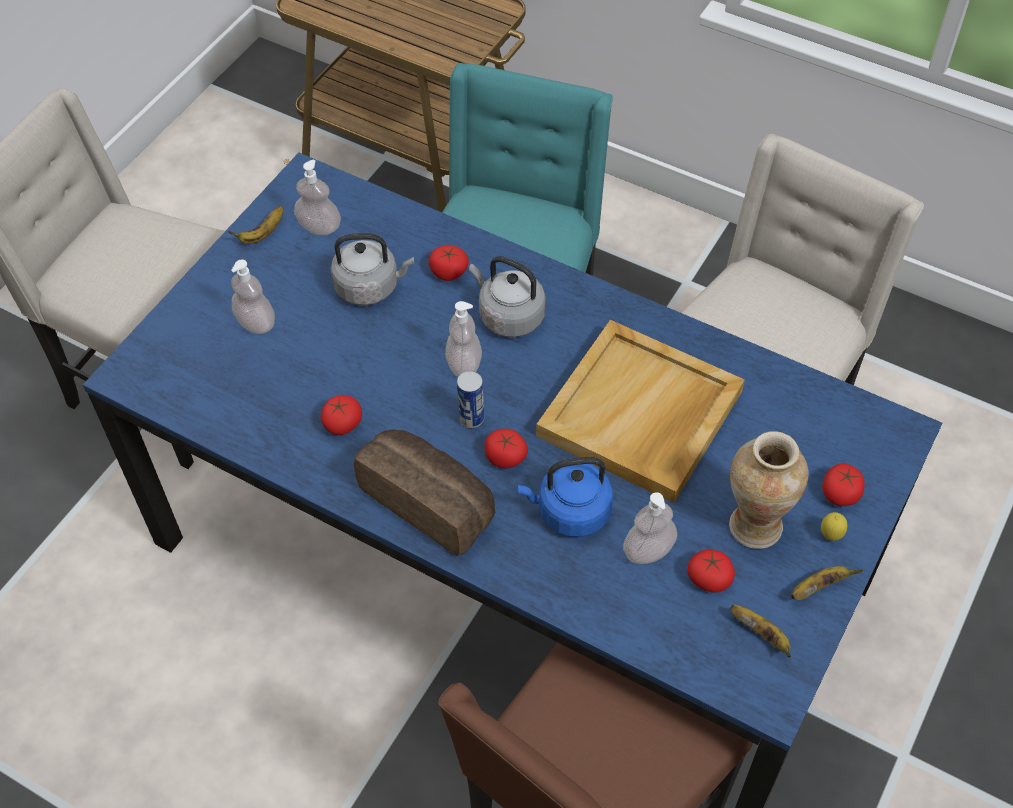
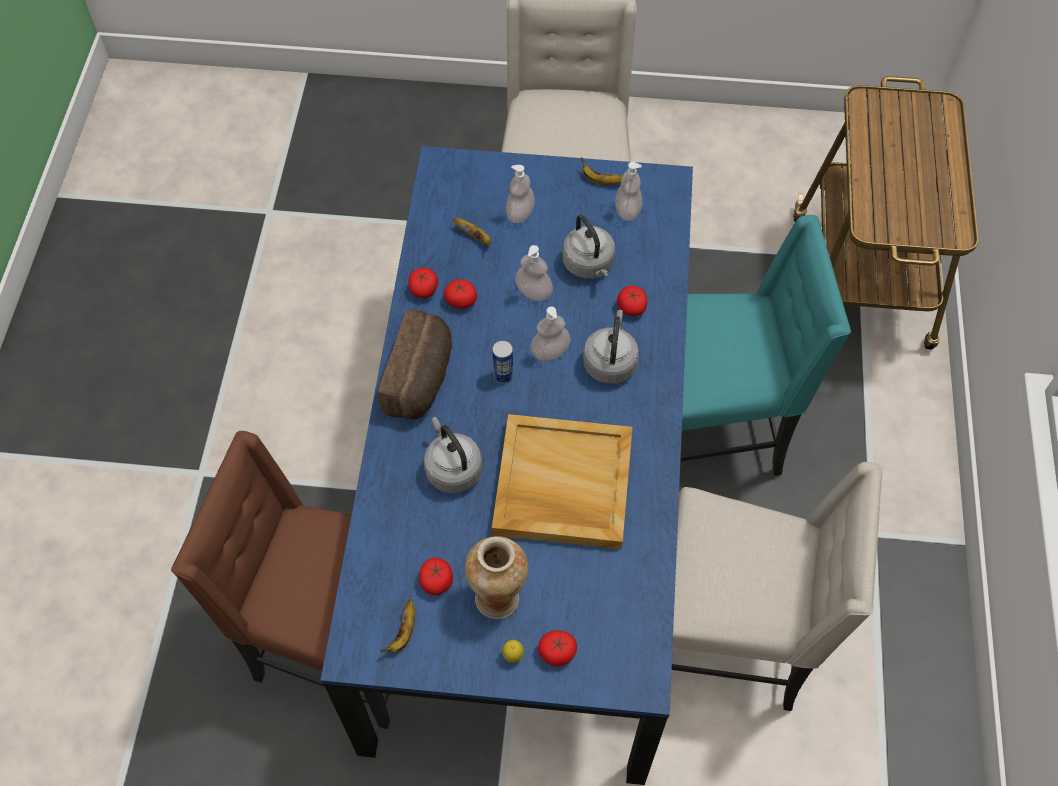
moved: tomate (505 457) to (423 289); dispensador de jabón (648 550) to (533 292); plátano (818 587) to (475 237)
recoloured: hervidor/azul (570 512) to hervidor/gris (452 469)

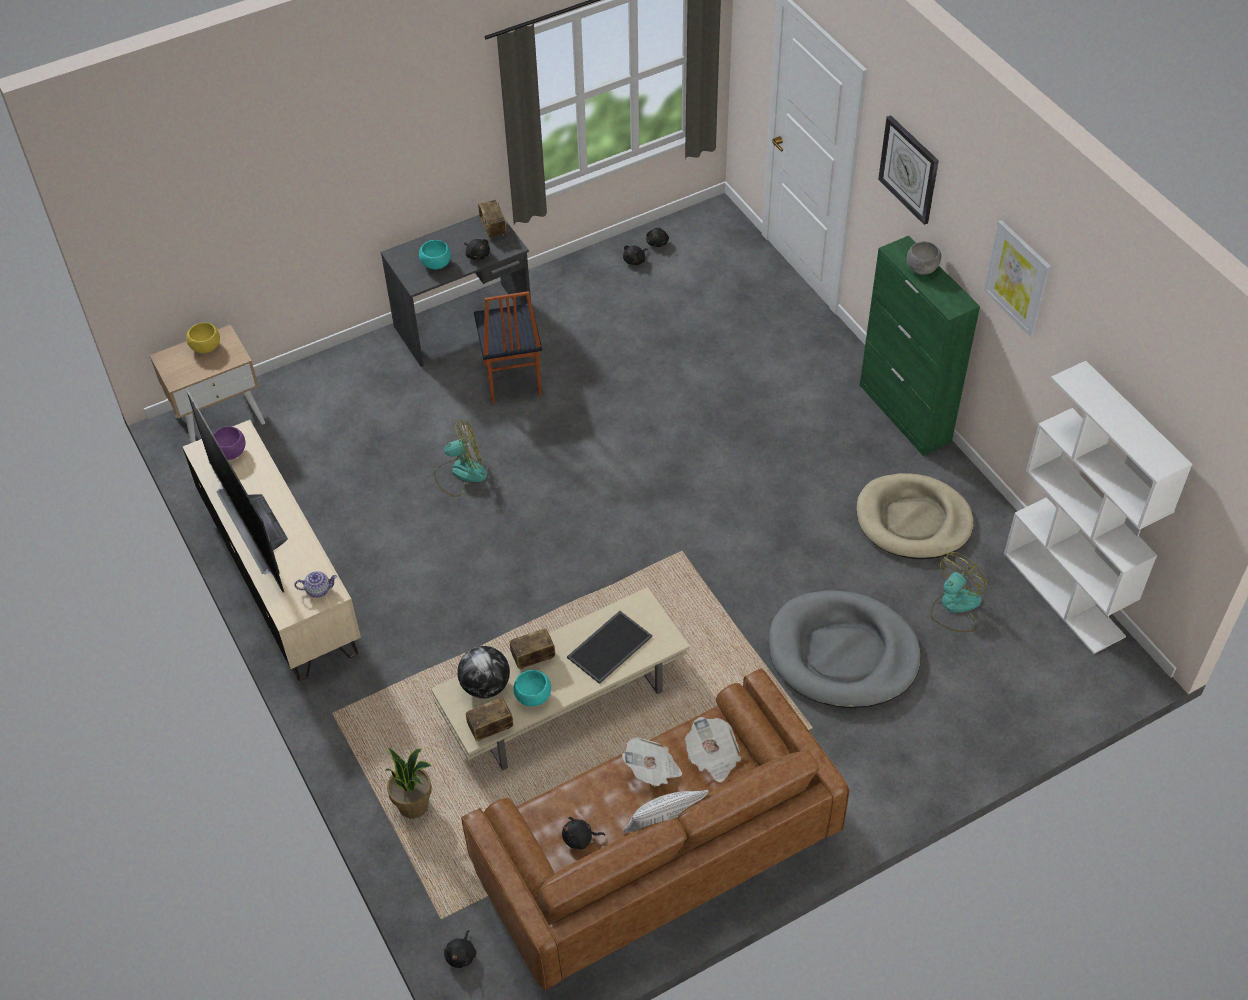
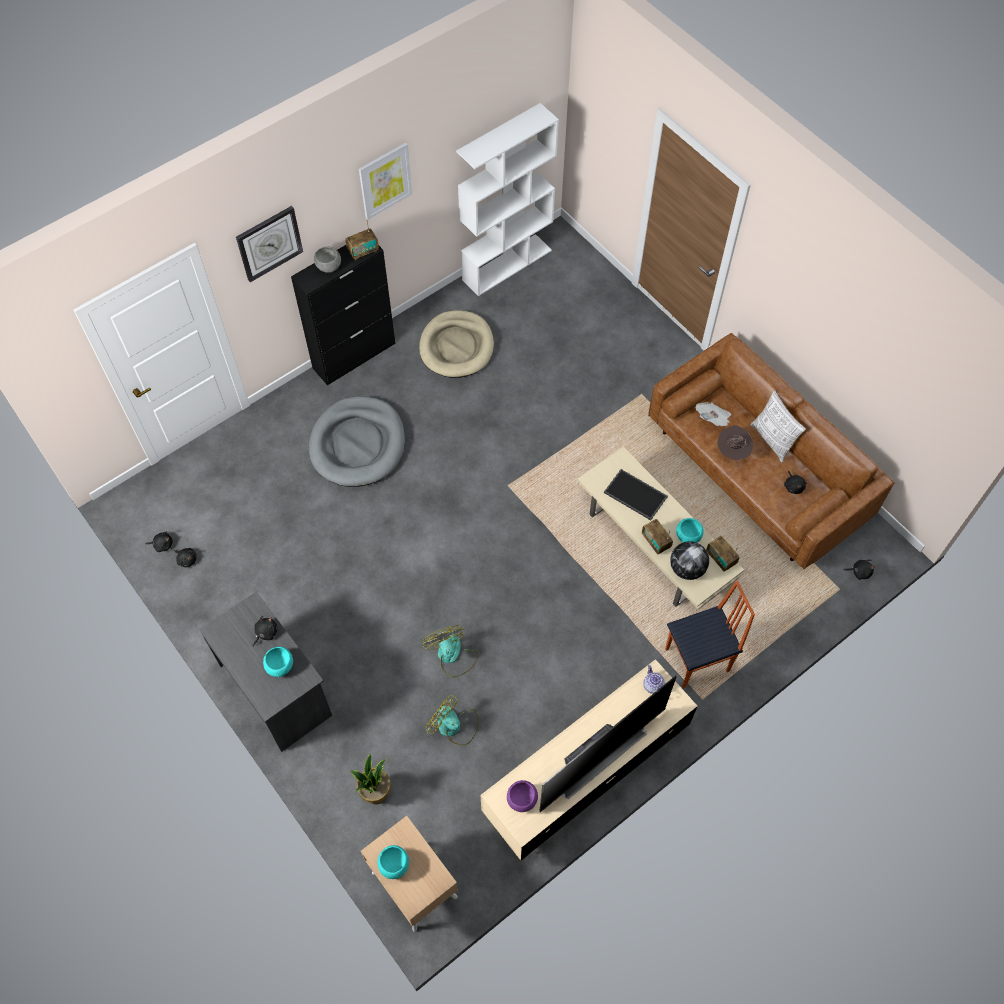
moved: planta en maceta (414 805) to (375 792); silla (511 380) to (698 661); radio (493 229) to (363 251); cama para perro/gris (843 653) to (358 444); ventilador (954 606) to (454 726)
replaced: periódico (652 770) to sombrero/marrón (732 451)
recoloured: cuenco/amarillo (206 347) to cuenco/turquesa (394 865); armario/verde (905 414) to armario/negro (354 355)

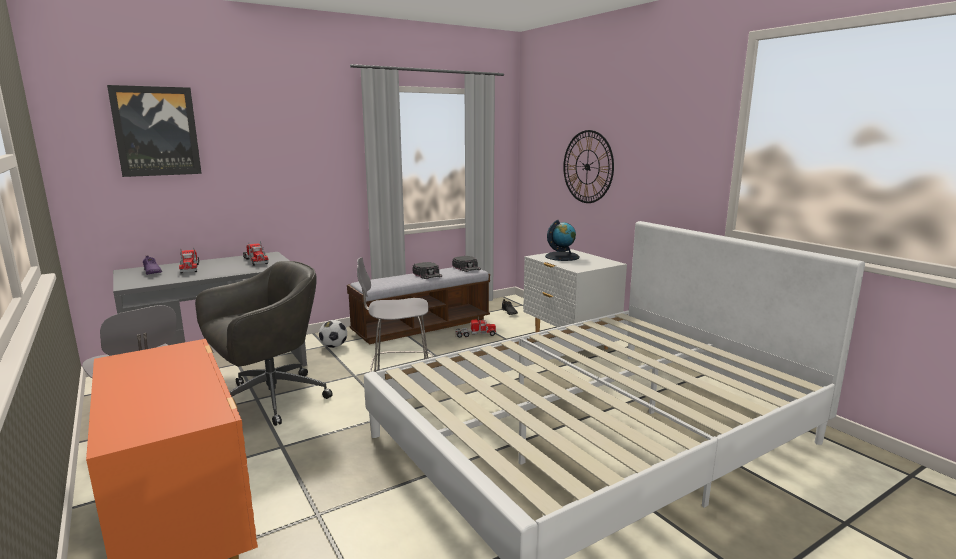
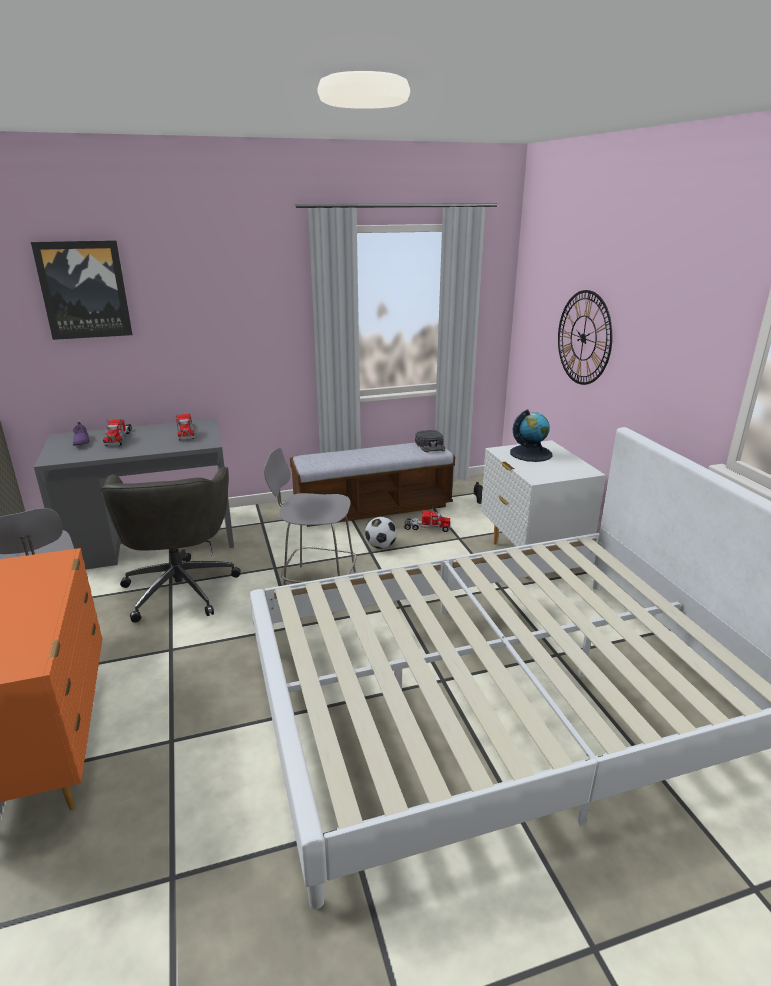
removed: gorra/negro (427 274)
moved: balón de fútbol (334 346) to (381 546)
turned: silla de oficina/gris (268 400) = (181 587) 105 degrees clockwise

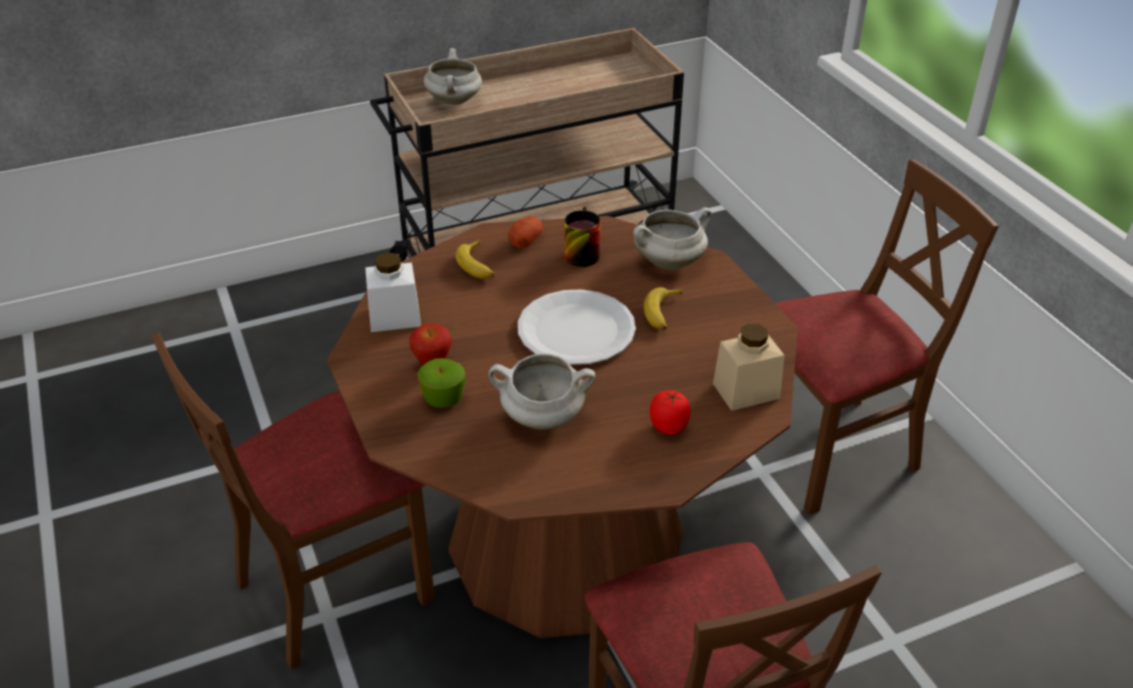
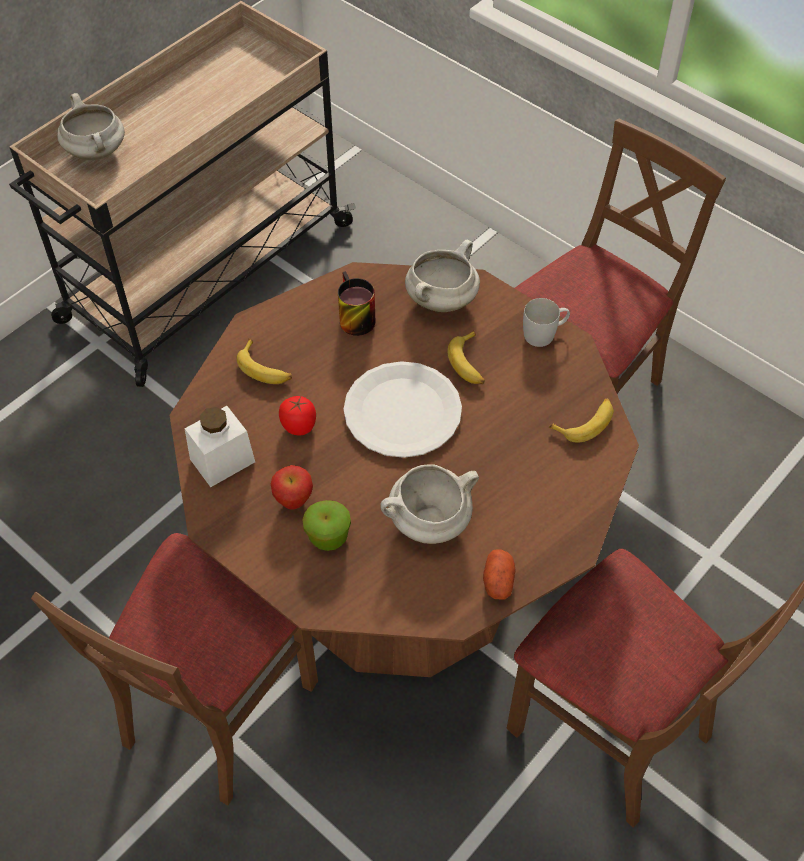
added: taza grande/blanco (545 333)
moved: patata (525 241) to (498 580); tomate (668 427) to (299 426)
replaced: tarro/beis (746 391) to plátano (585 423)

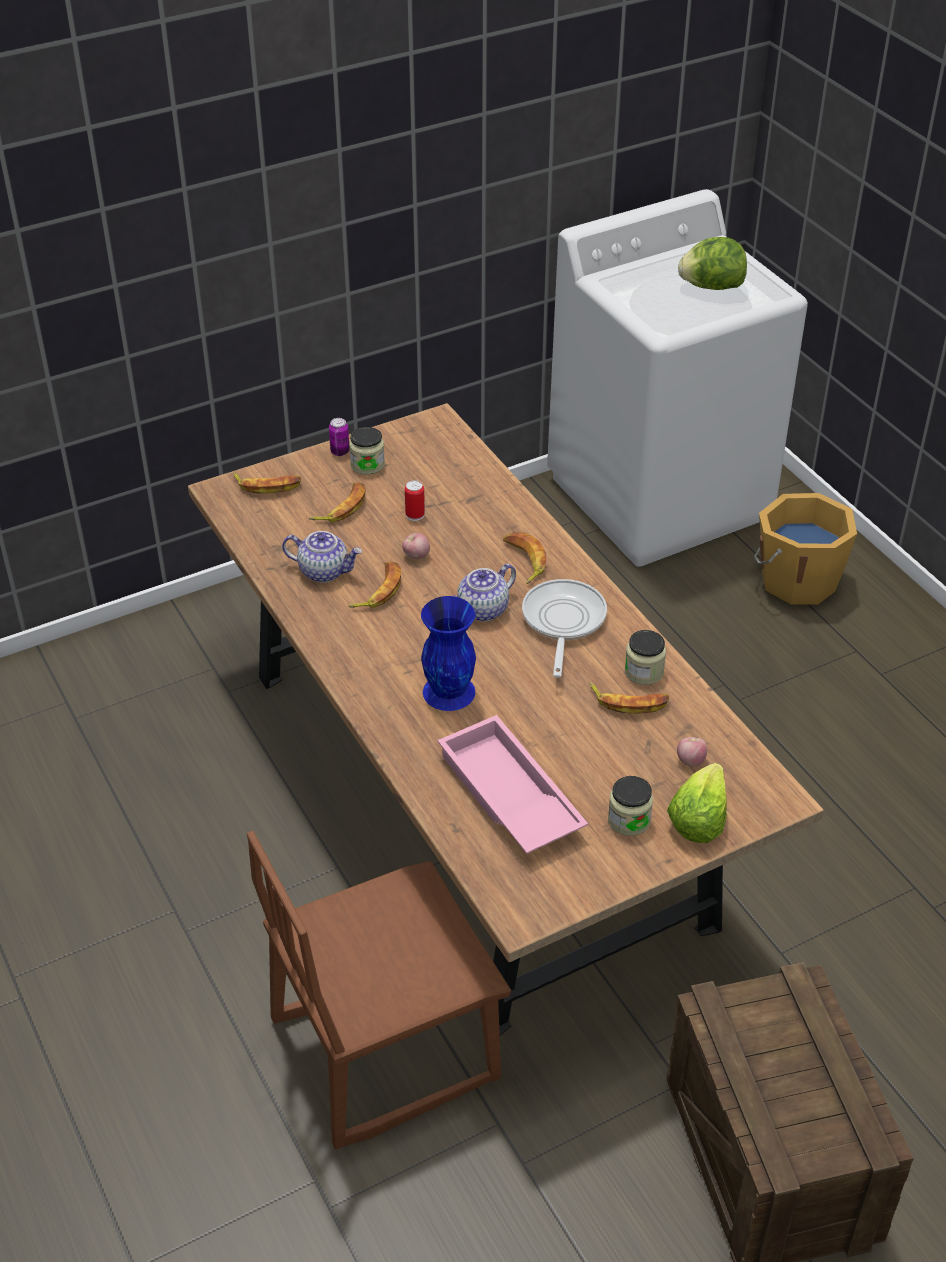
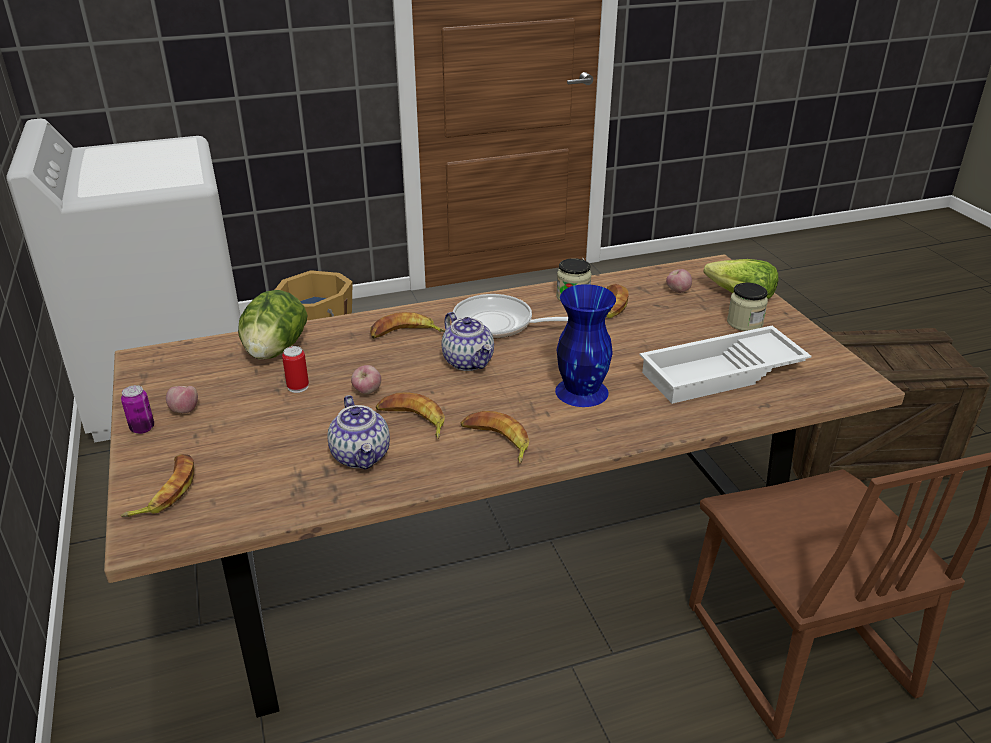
moved: plátano (342 507) to (496 441); lechuga (711 287) to (275 351)
replaced: tarro (367 465) to manzana (185 410)
recoloured: bandeja/rosa (507 796) to bandeja/blanco (722 374)
turned: tetera (324 571) = (361 456) 135 degrees clockwise

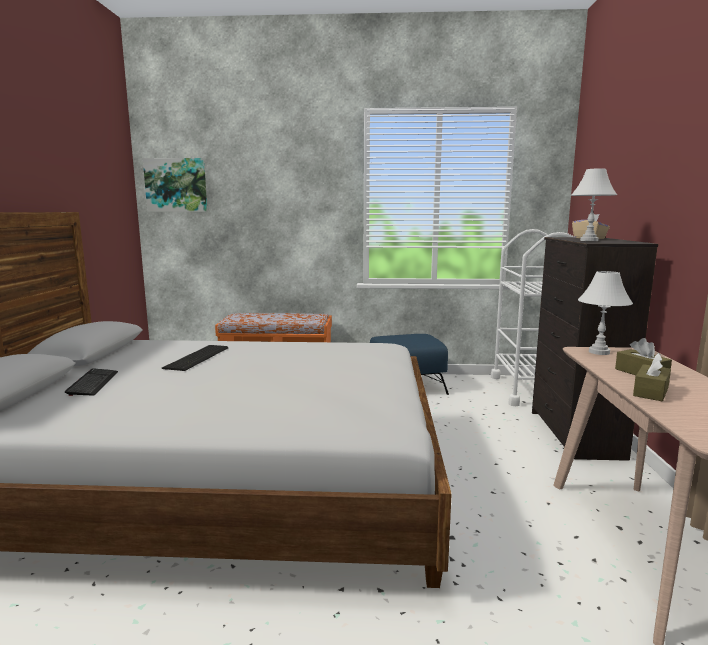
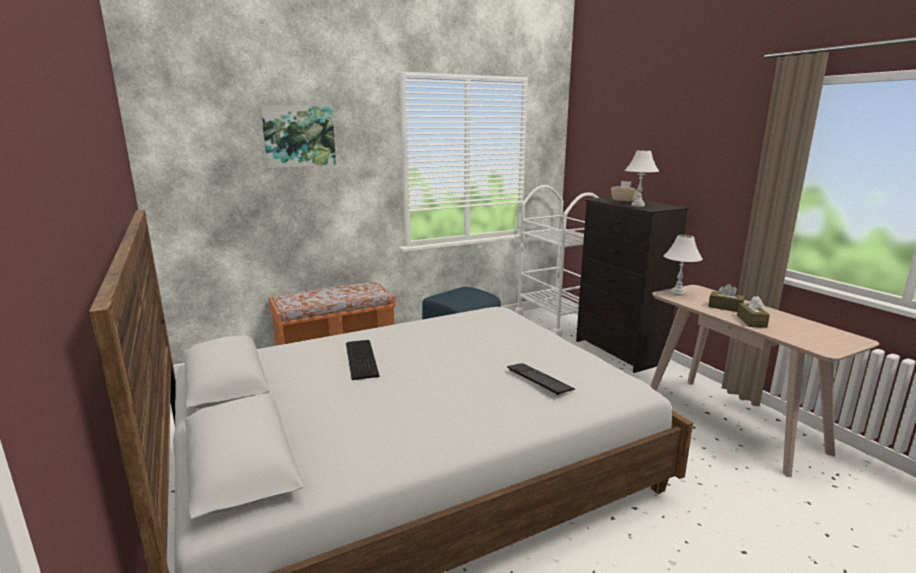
moved: teclado (93 383) to (539 379); cuadro (176 185) to (299 136)

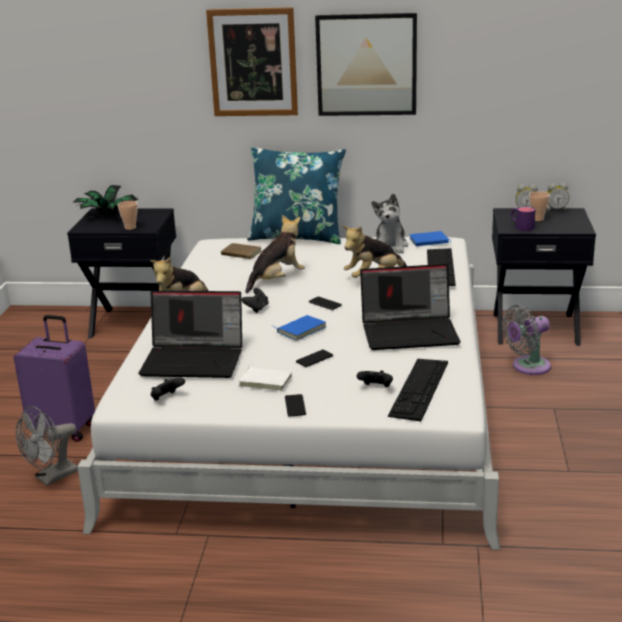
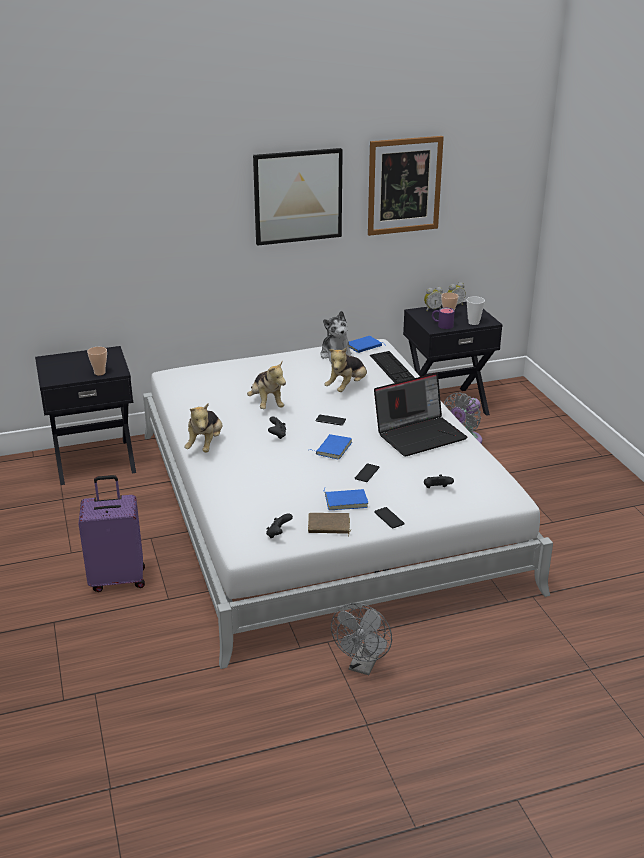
removed: planta en maceta (107 215); portátil (195 360); cojín/azul (297 236); teclado (419 388)
added: taza (473 322)
moved: ventilador/gris (51 478) to (363 666); cuadro (253 62) to (404 185); libro/marrón (240 254) to (328 526)
recoloured: libro/blanco (266 381) to libro/azul (346 501)
turned: peluche (277 280) = (266 404) 135 degrees clockwise

